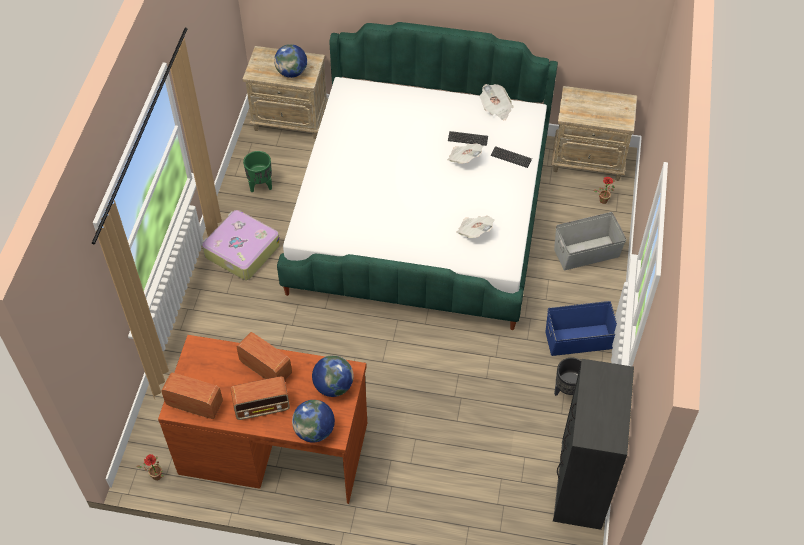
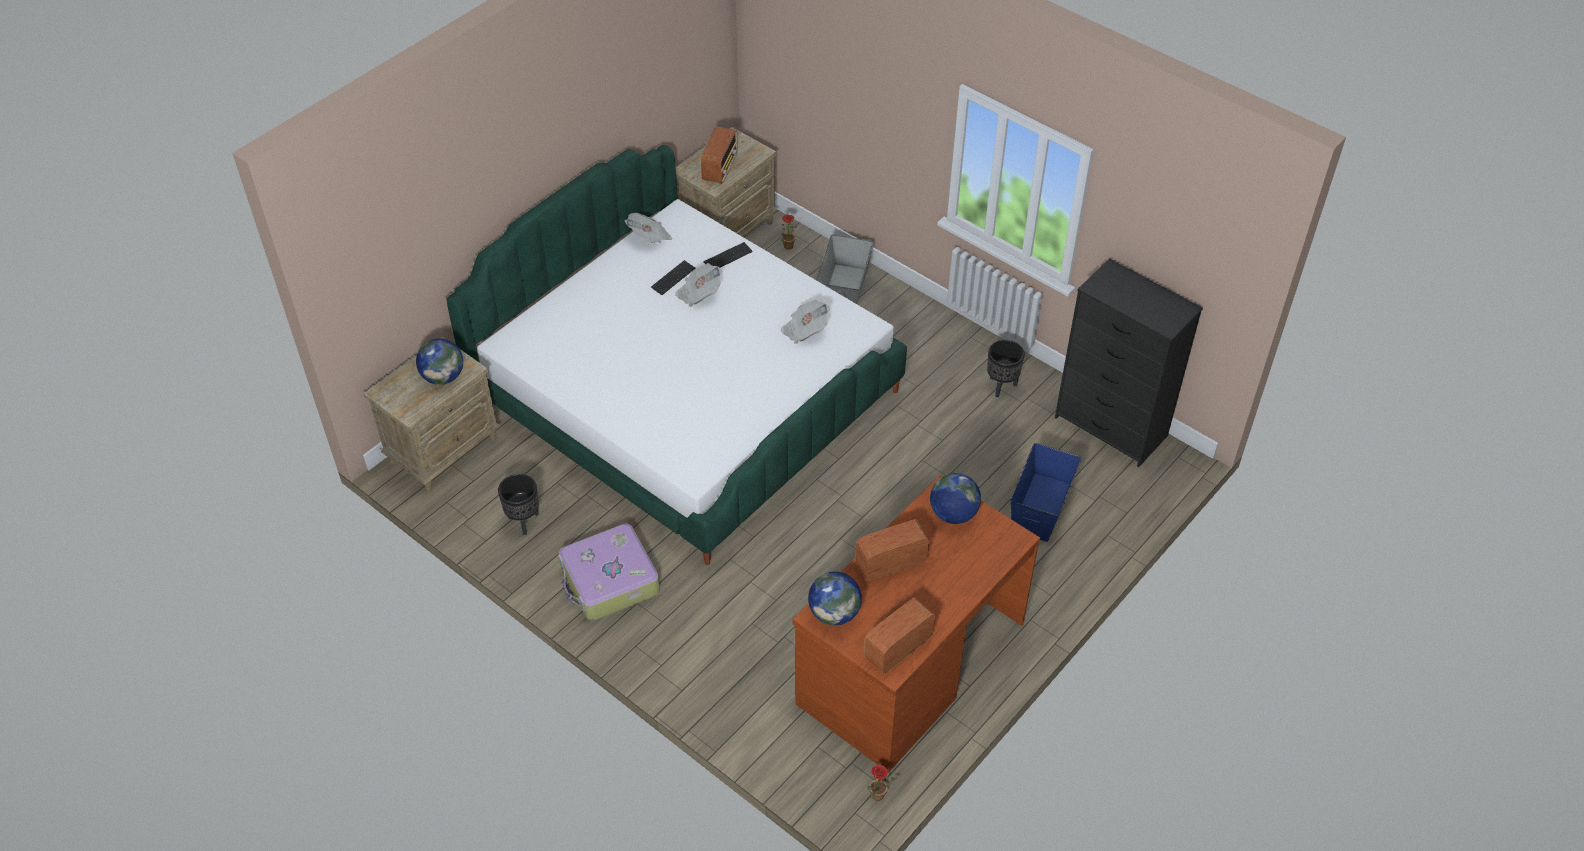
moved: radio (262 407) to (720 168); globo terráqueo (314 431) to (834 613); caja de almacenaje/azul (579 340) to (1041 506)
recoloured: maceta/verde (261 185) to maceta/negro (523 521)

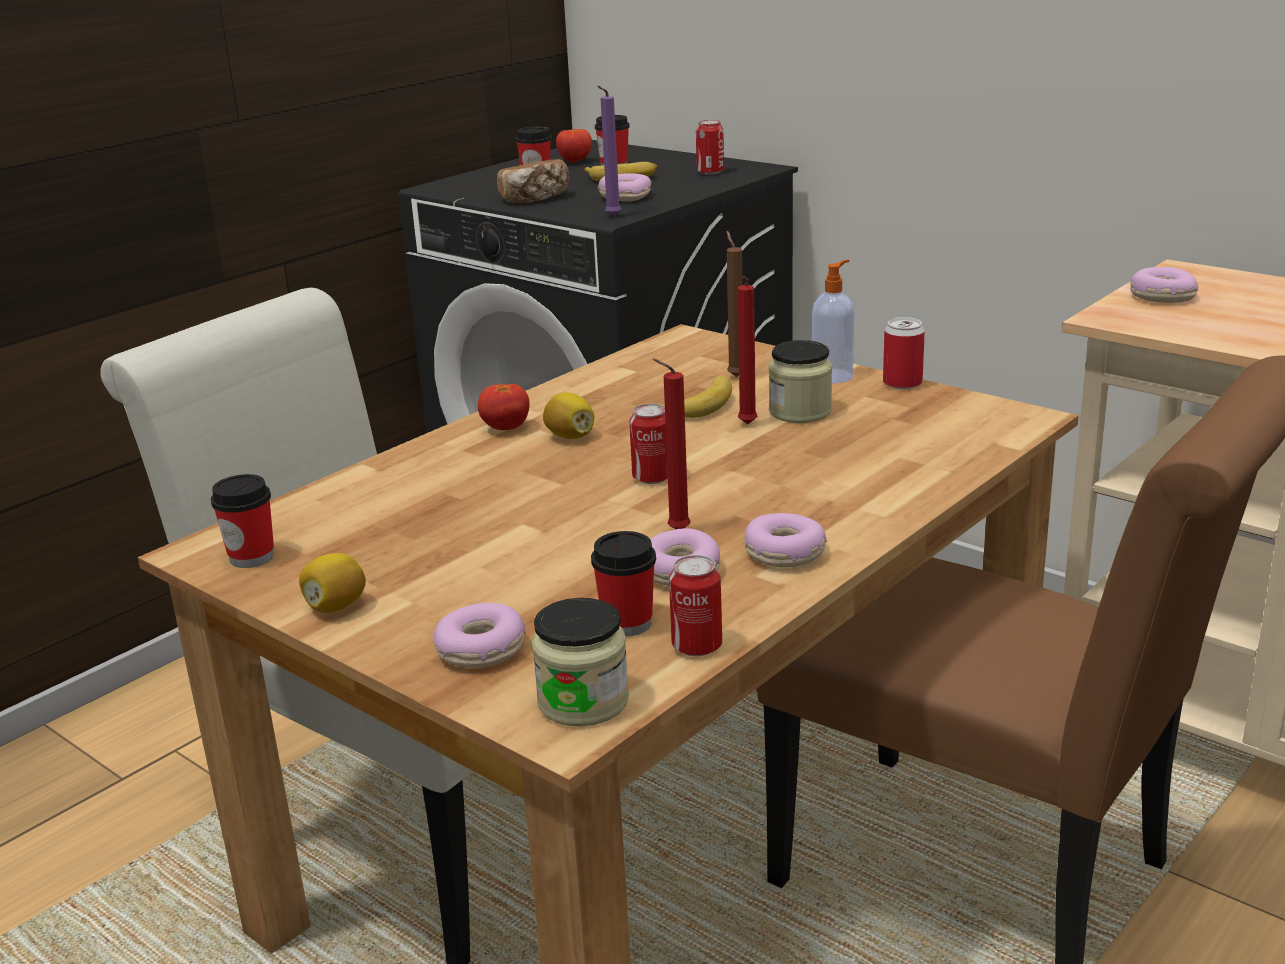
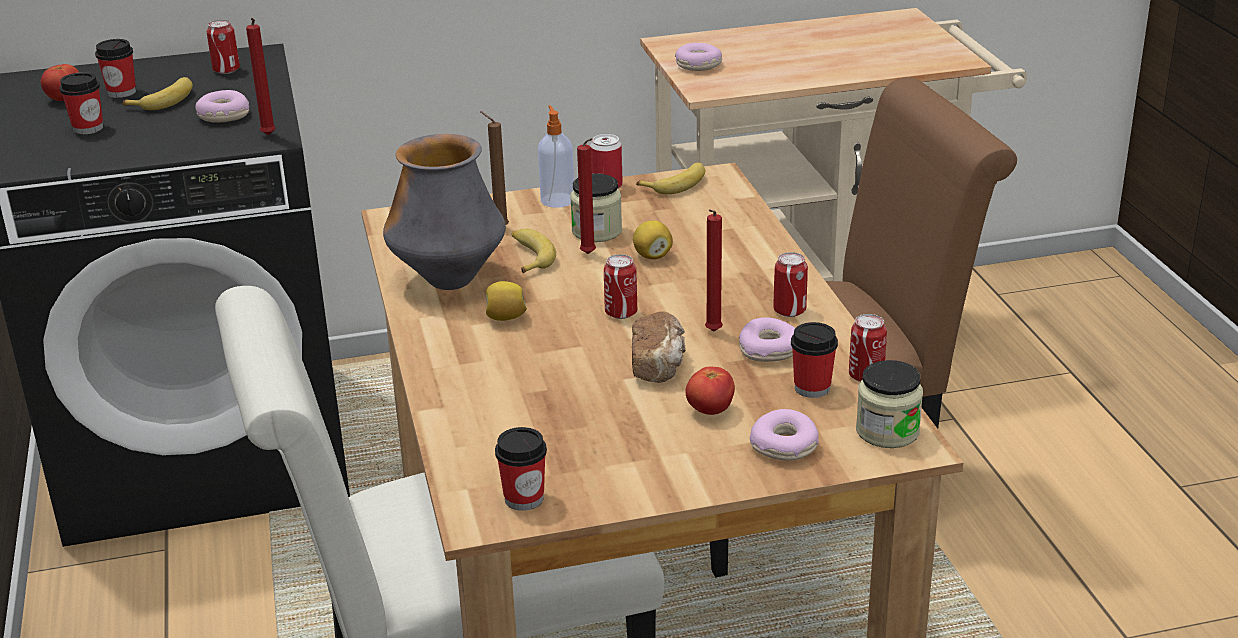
added: florero (449 281); plátano (676 184)
moved: limón (335 606) to (652 256); tomate (505 428) to (710 410); pan (535 198) to (659 365)
replaced: rosquilla (785 553) to lata (789 311)
recoloured: vela/morado (611 217) to vela/rojo (268 136)

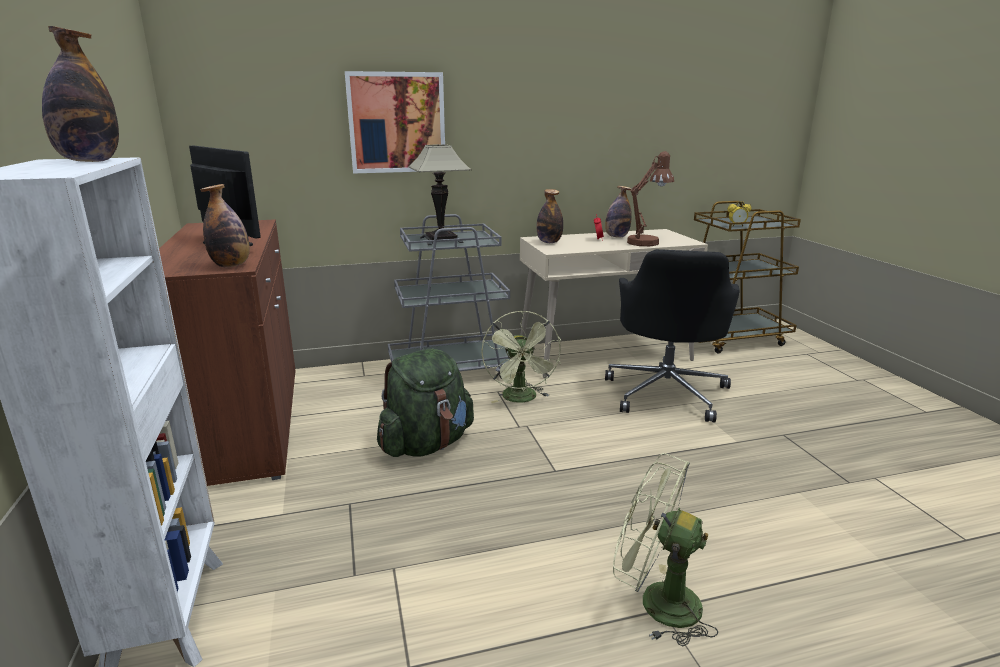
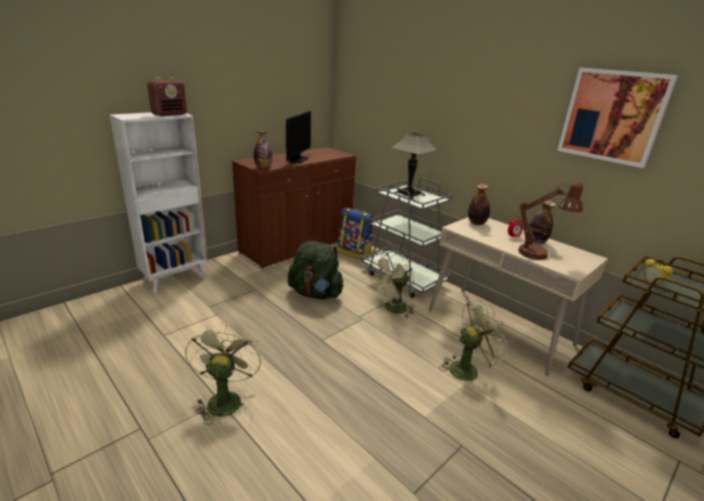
added: mochila (355 253)
moved: cuadro (397 123) to (612 116)
replaced: botella (89 161) to radio (170 114); silla de oficina/negro (666 392) to ventilador/verde (468 369)

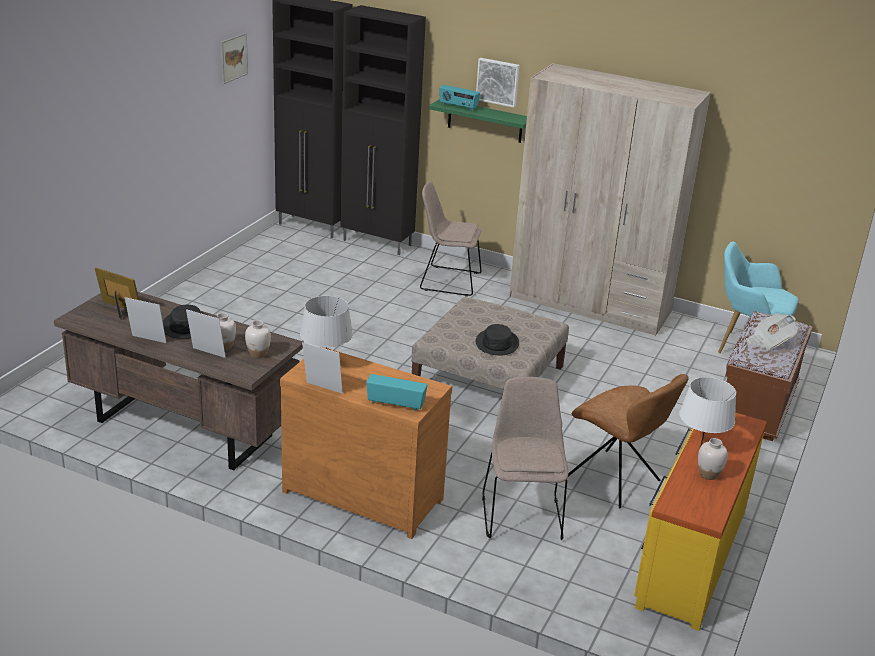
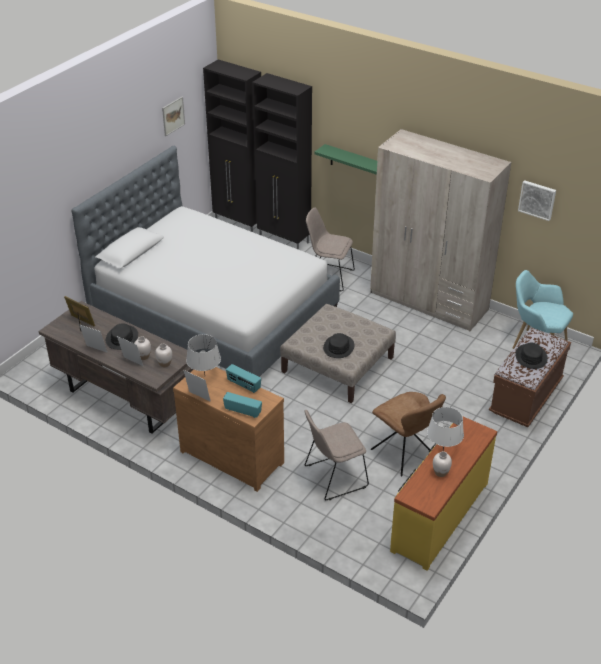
added: cama (213 311)
moved: radio (458 107) to (243 385); cuadro (498 81) to (537 199)
replaced: periódico (769 342) to sombrero/negro (531 357)
turned: silla/beis (521 514) = (333 477) 120 degrees counterclockwise

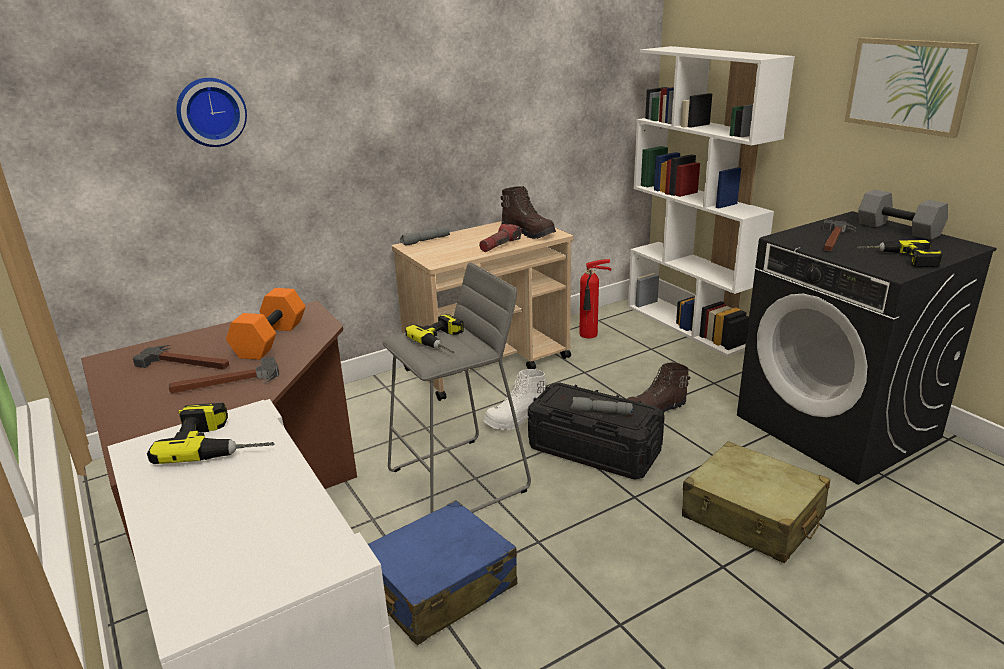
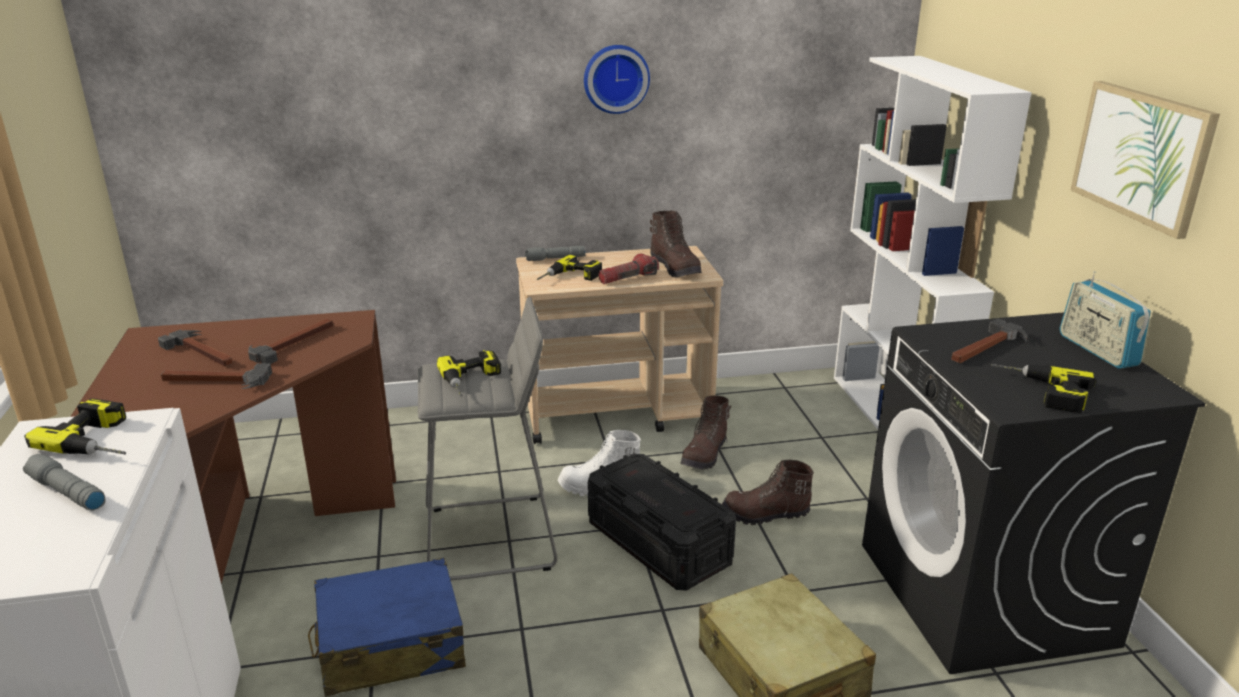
removed: extintor (590 335)
added: taladro (570 277); bota/marrón (705 454)
moved: reloj de pared (210 112) to (615 78); linterna/gris (601 412) to (66 492)
replaced: mancuerna/naranja (270 339) to martillo (293 343); mancuerna/gris (900 229) to radio (1097 350)

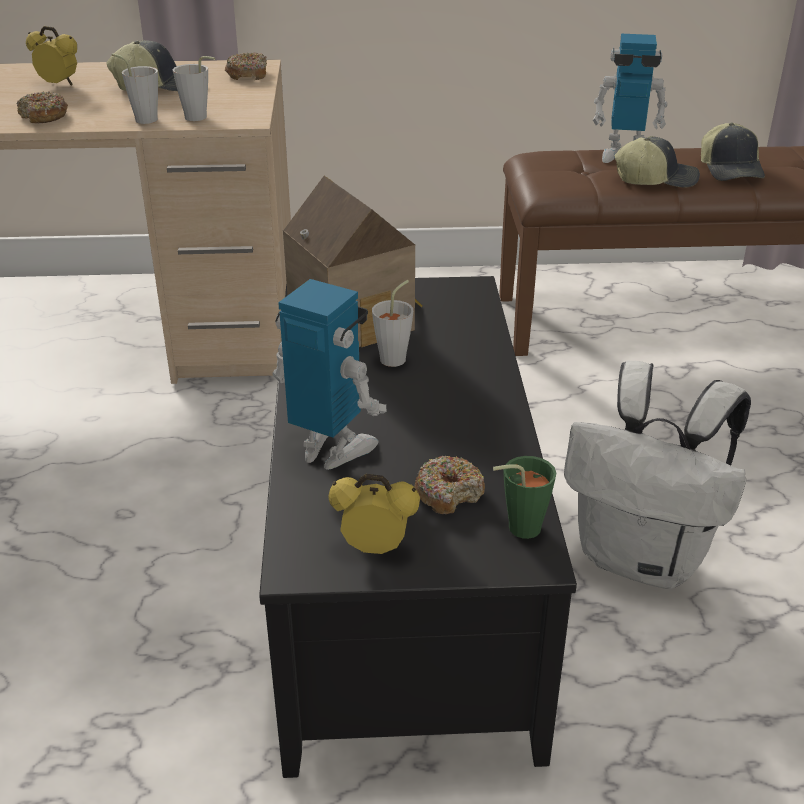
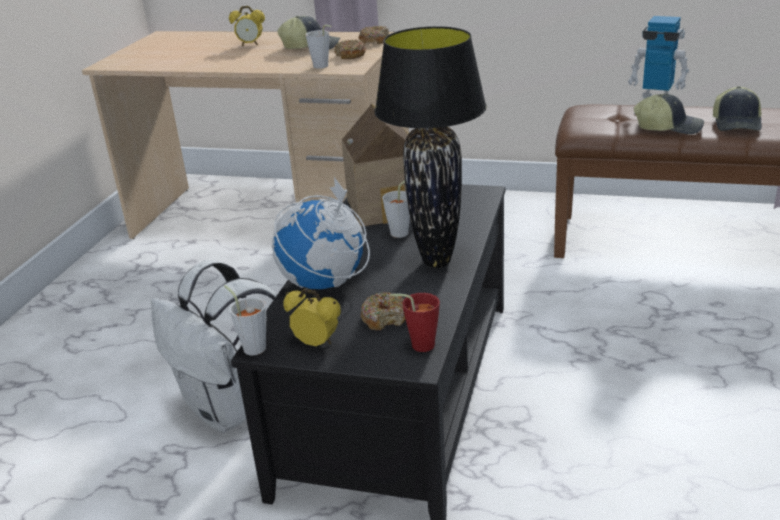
added: lámpara de mesa/negro (436 262)
moved: rosquilla (44 116) to (350 55); taza/gris (142 119) to (252 346); mochila/blanco (643 558) to (230 410)
replaced: robot de juguete (331 451) to globo terráqueo (324 284)
recoloured: taza/verde (517 529) to taza/rojo (417 345)
turned: despertador (59 85) = (250 45) 150 degrees clockwise

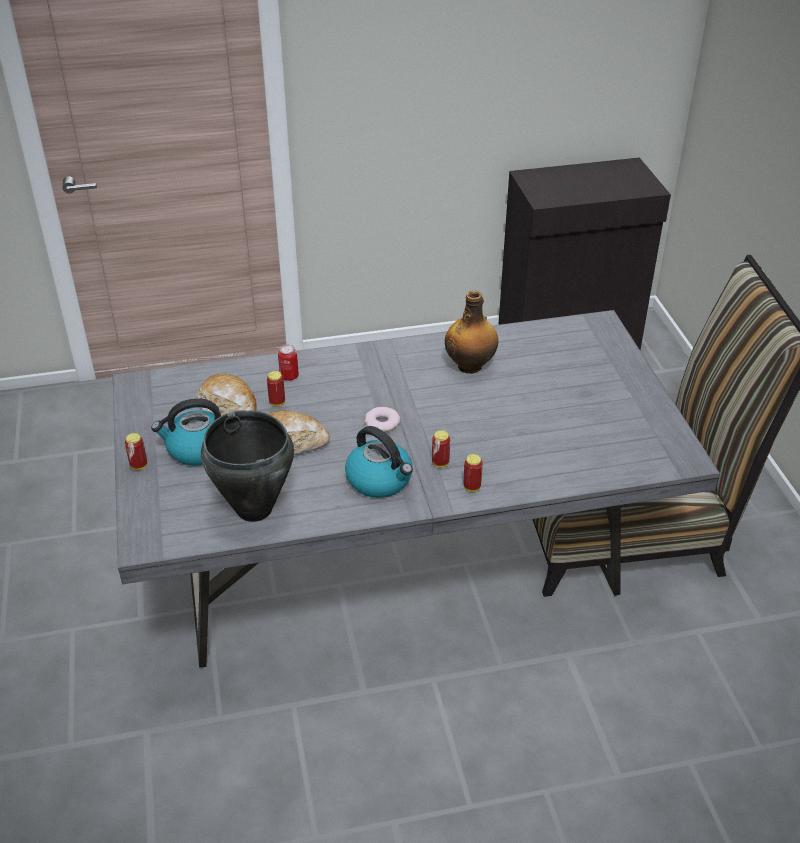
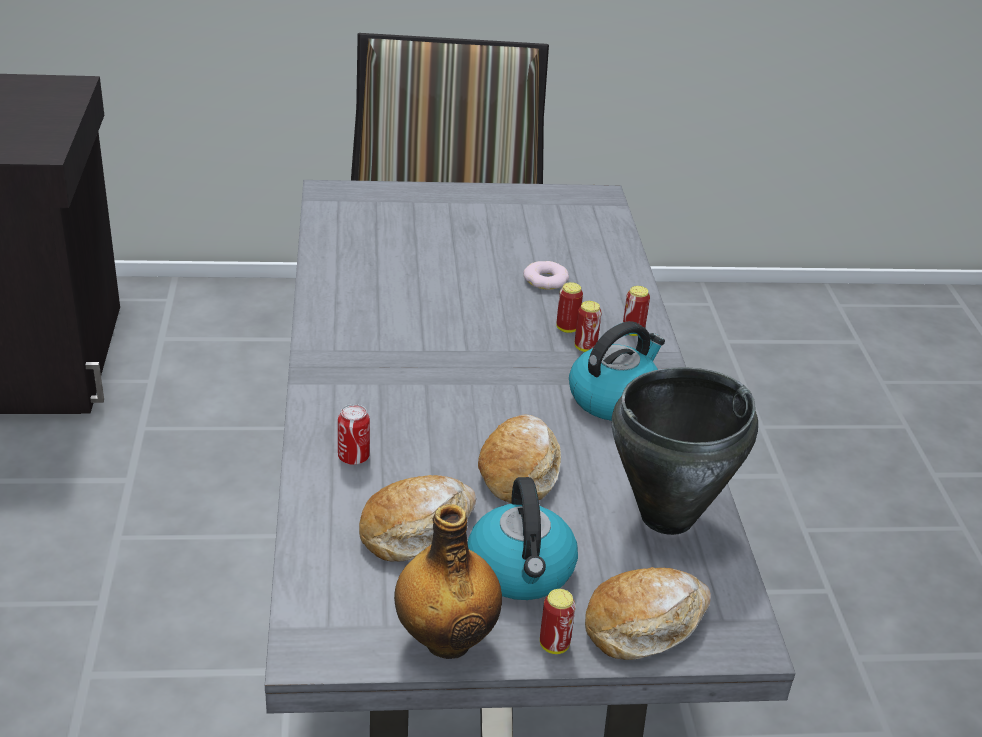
added: pan (645 624)
moved: lata (277 402) to (567 328); rosquilla (382 423) to (546 280); botella (470 366) to (446 639)

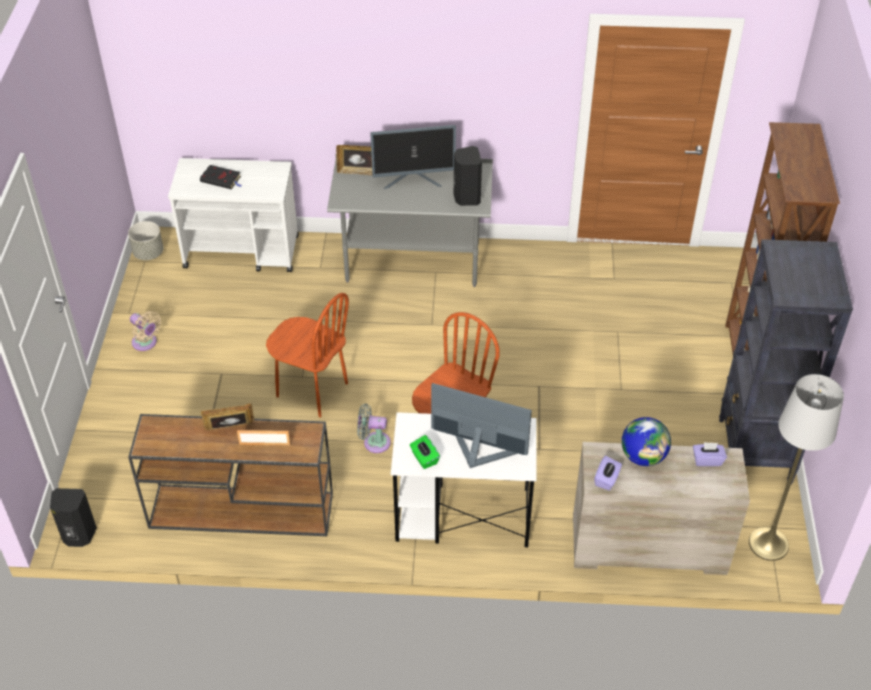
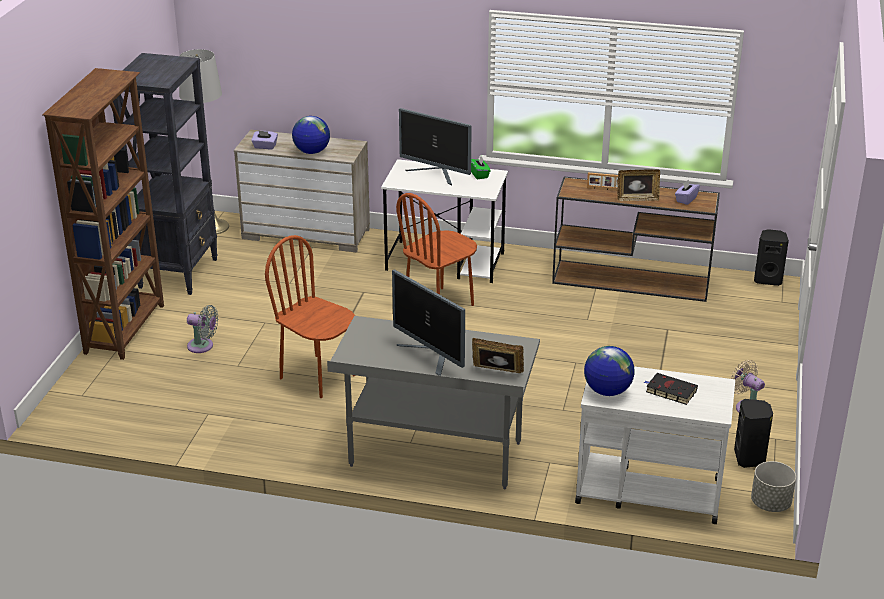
added: globo terráqueo (607 391)
moved: silla/marrón (311 390) to (318 376); ventilador/gris (374 442) to (203 346); altavoz/negro (466 198) to (750 458); caja de pañuelos/morado (607 479) to (686 199)
turned: monitor (413 180) = (431 356) 135 degrees counterclockwise

